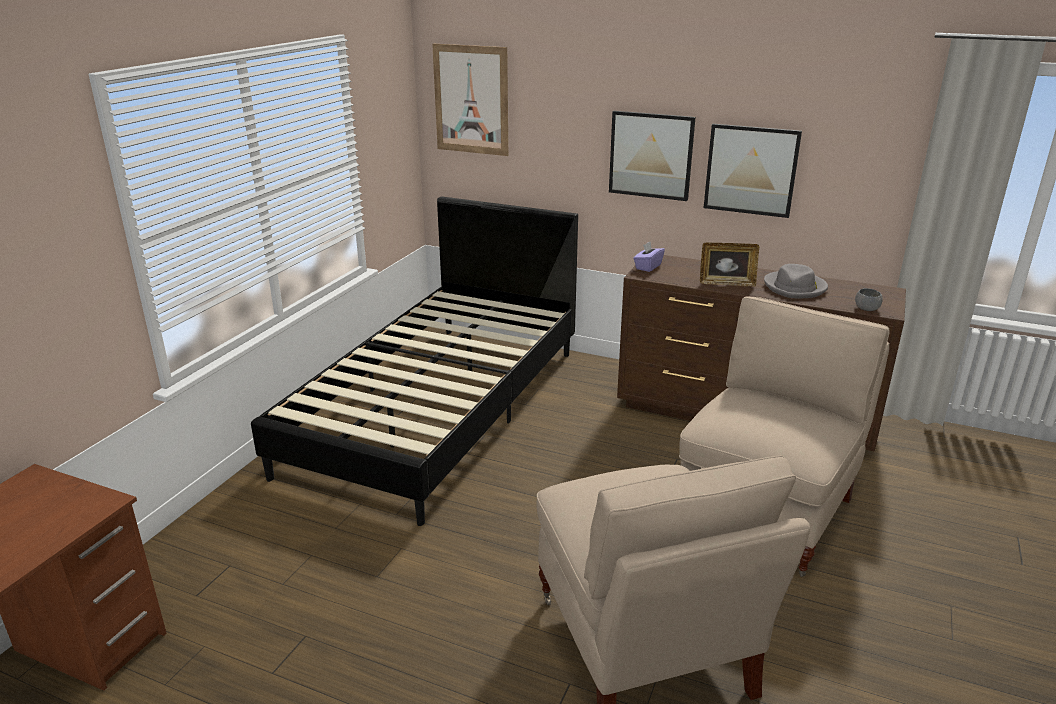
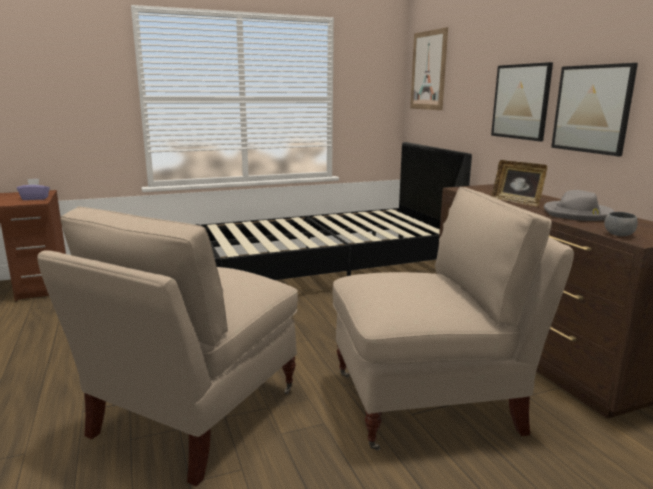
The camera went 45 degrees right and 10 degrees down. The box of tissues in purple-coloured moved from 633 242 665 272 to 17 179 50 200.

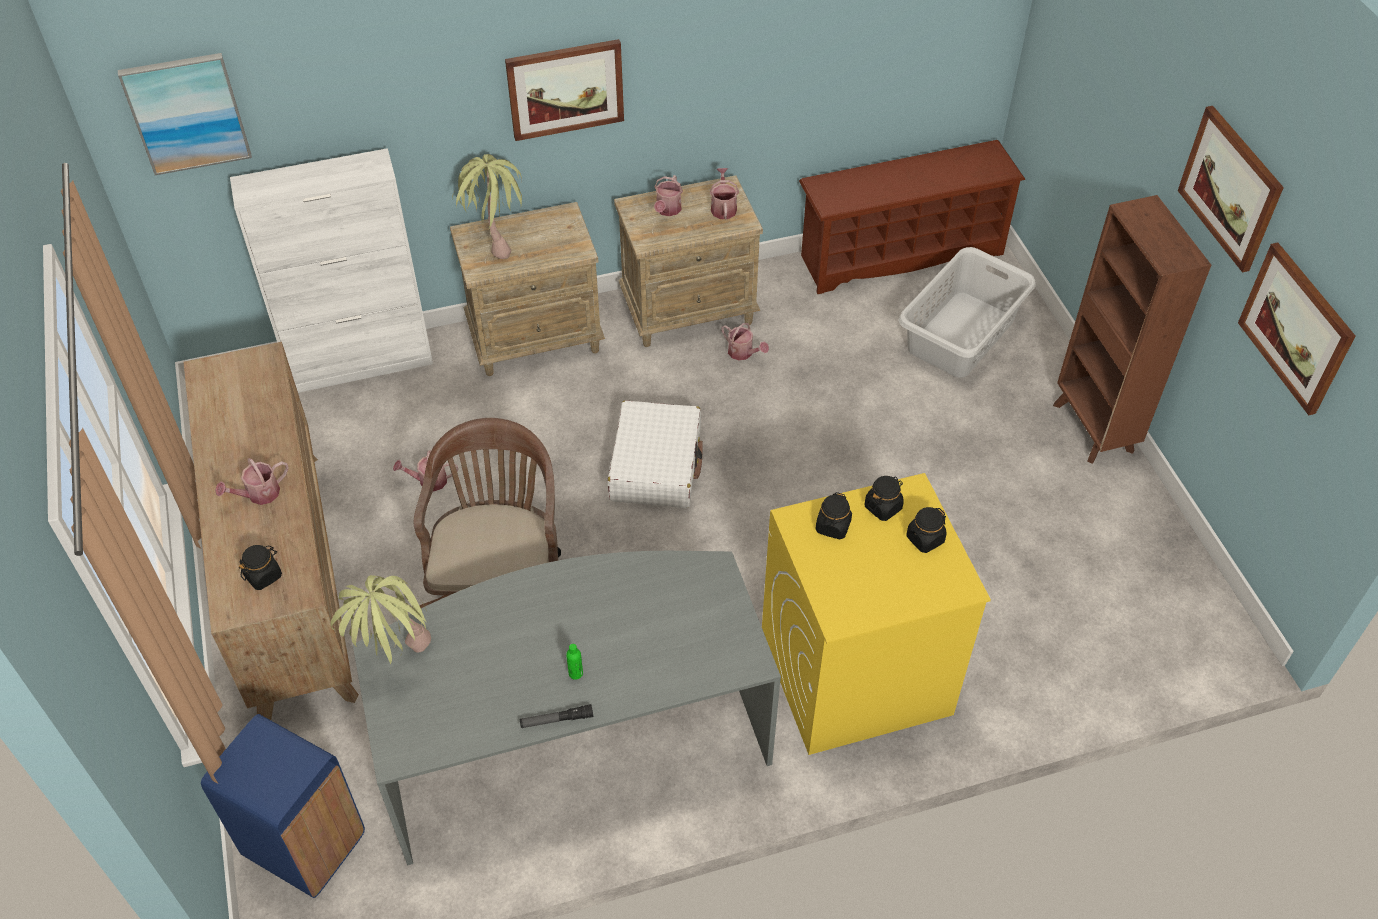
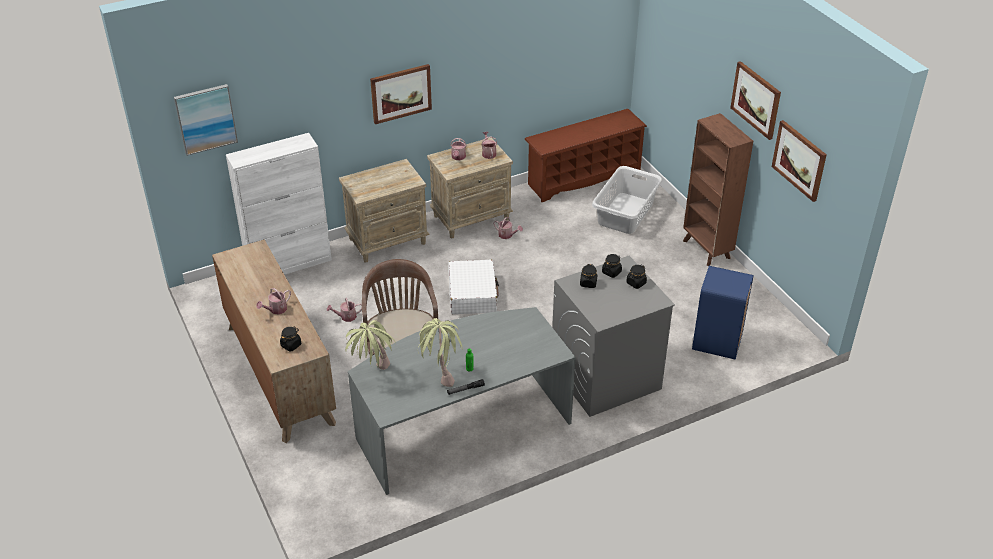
The camera went 10 degrees left and 10 degrees down. The plant in a pot moved from 453 154 522 259 to 418 318 462 387. The laundry appliance in yellowish at 762 473 991 755 became the laundry appliance in greyish at 552 256 675 417. The rubbish bin in blue-coloured moved from 201 714 365 898 to 692 266 754 360.

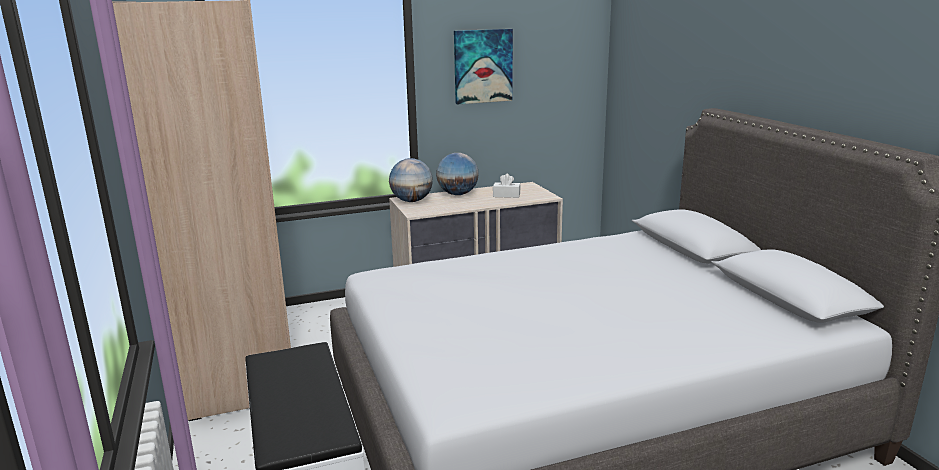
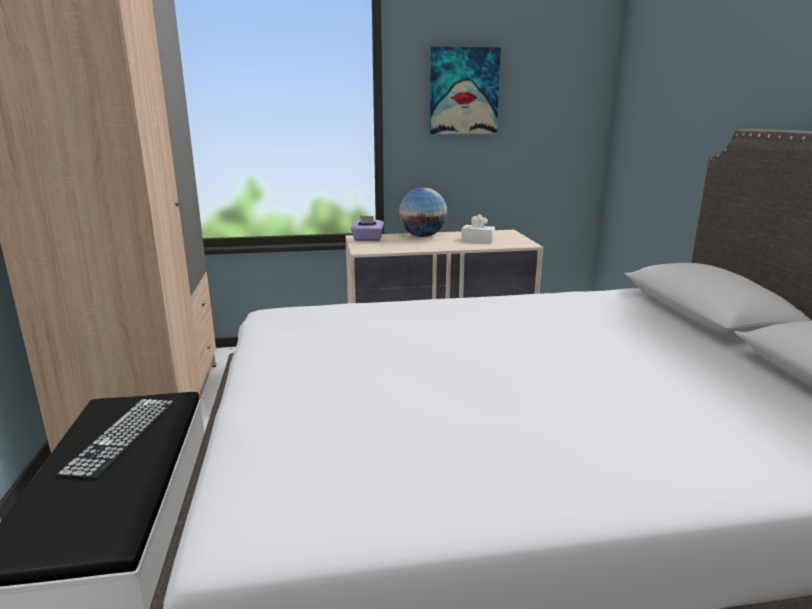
The camera went 10 degrees right and 0 degrees up. The desk globe at 389 158 433 202 was replaced by the box of tissues in purple-coloured at 351 216 384 241. The PC keyboard at 56 399 175 479 appeared.

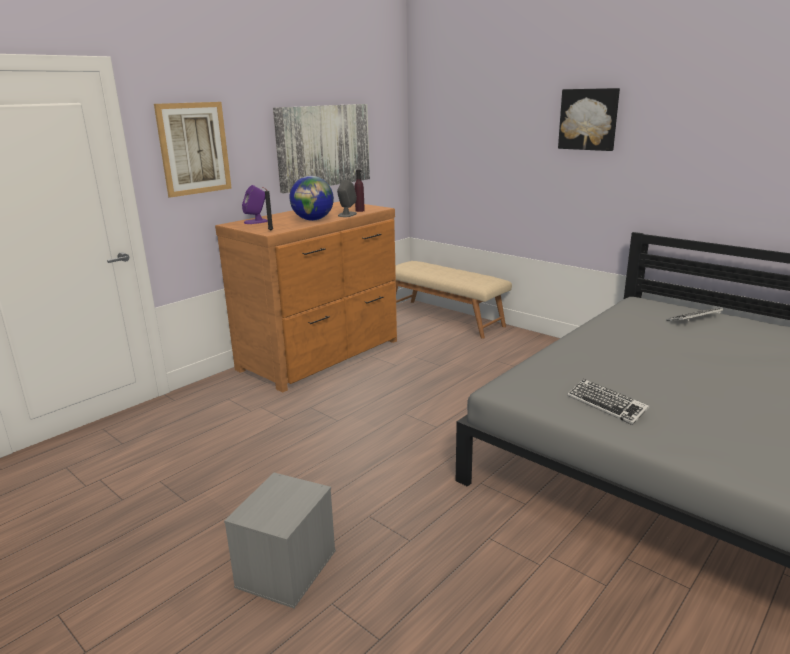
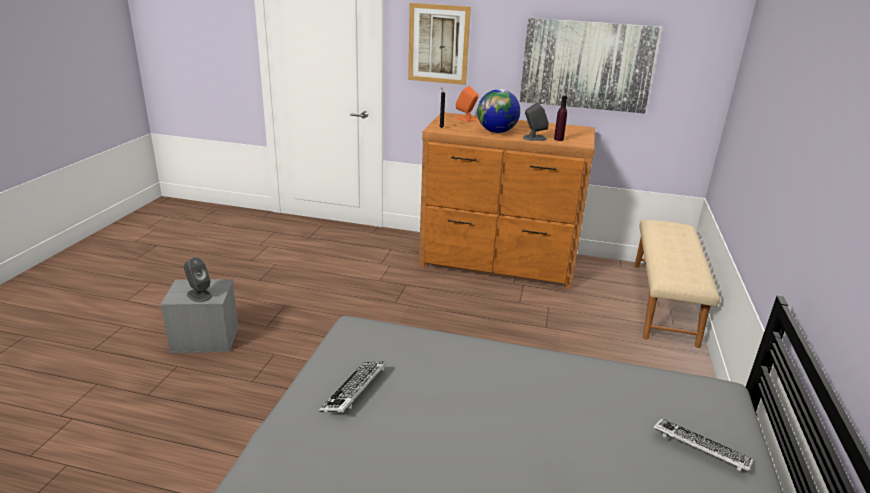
The camera went 60 degrees right and 5 degrees up. The wall picture at 558 88 620 151 disappeared. The speaker in purple-coloured at 242 185 268 224 became the speaker in orange at 455 86 479 122. The speaker in greyish at 184 257 212 302 appeared.

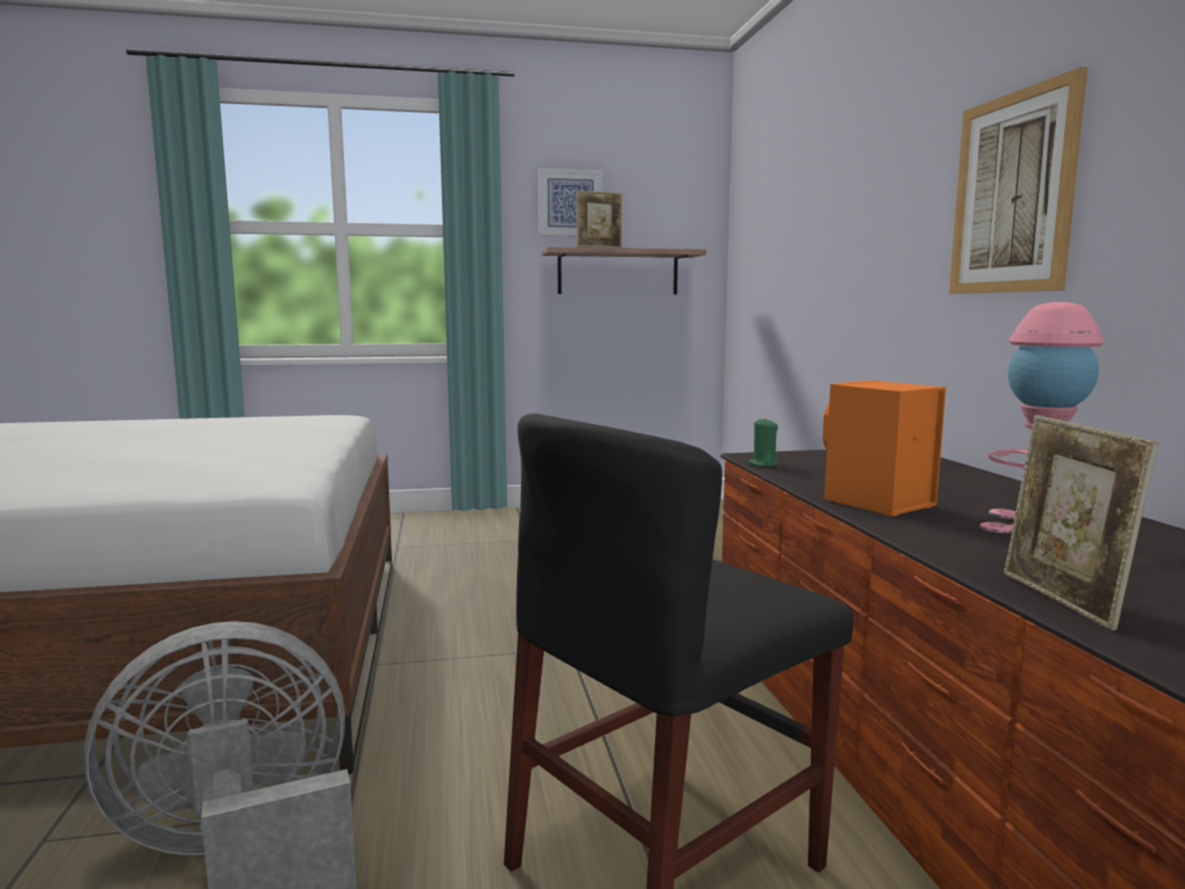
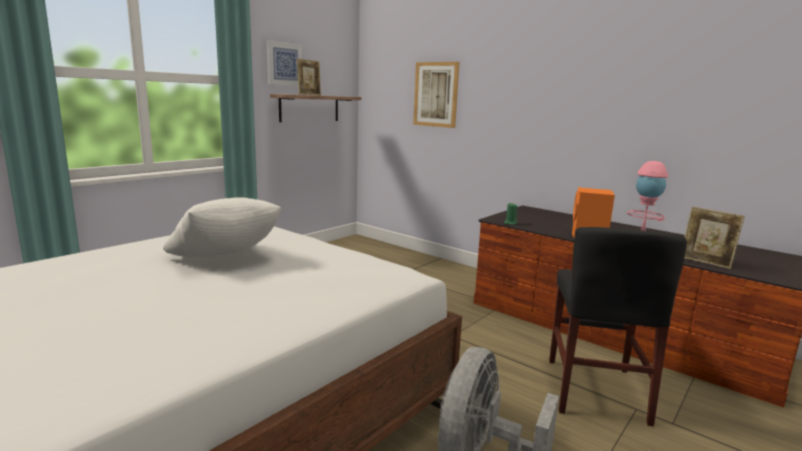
The camera went 40 degrees left and 5 degrees up. The wall picture moved from 949 67 1088 294 to 413 62 459 128. The throw pillow in white-coloured at 163 197 282 258 appeared.

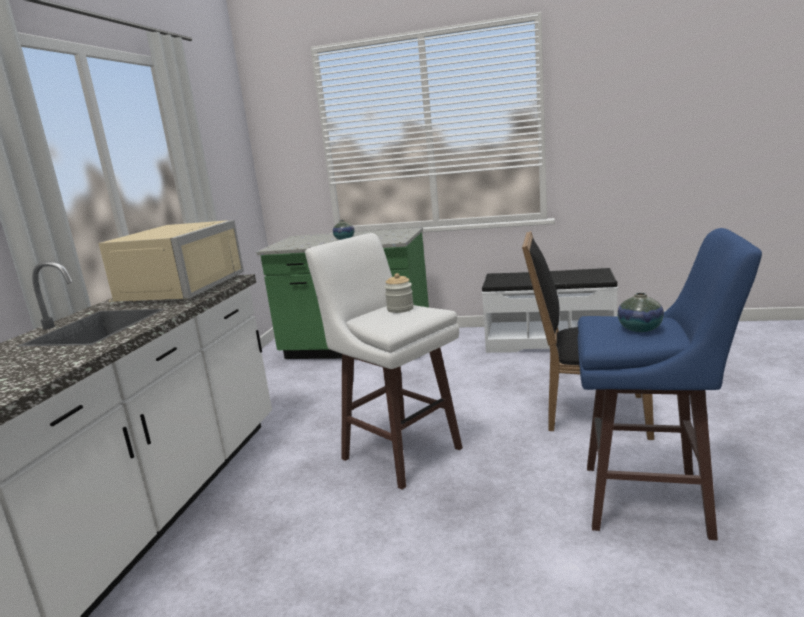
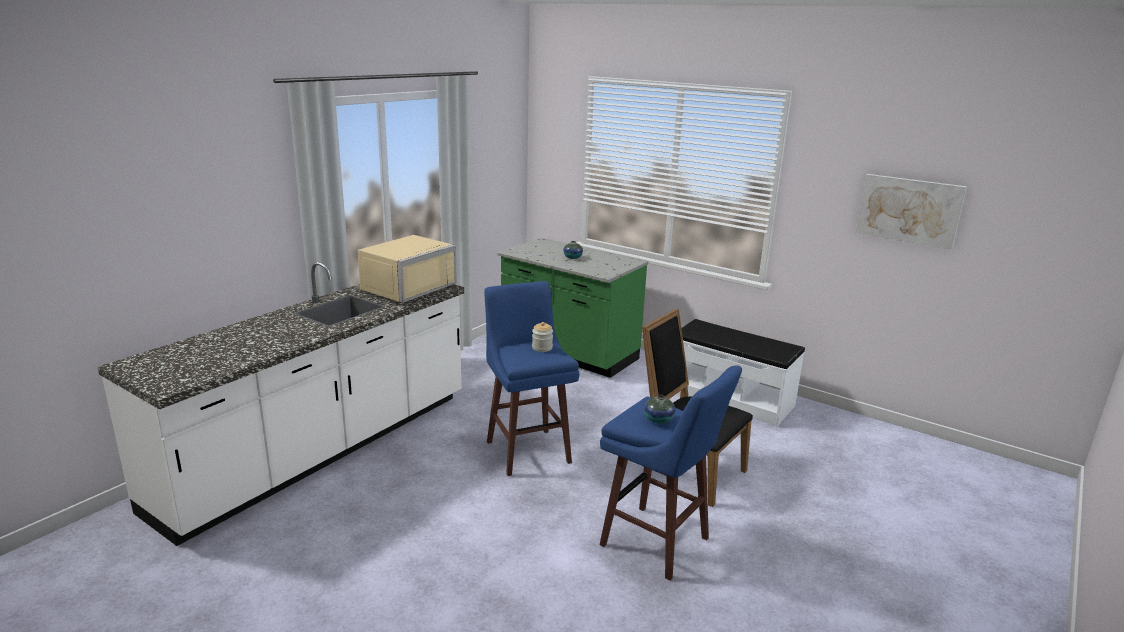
The camera went 20 degrees right and 5 degrees up. The stool in white-coloured at 305 233 463 490 became the stool in blue-coloured at 484 281 579 476. The wall picture at 856 174 967 249 appeared.

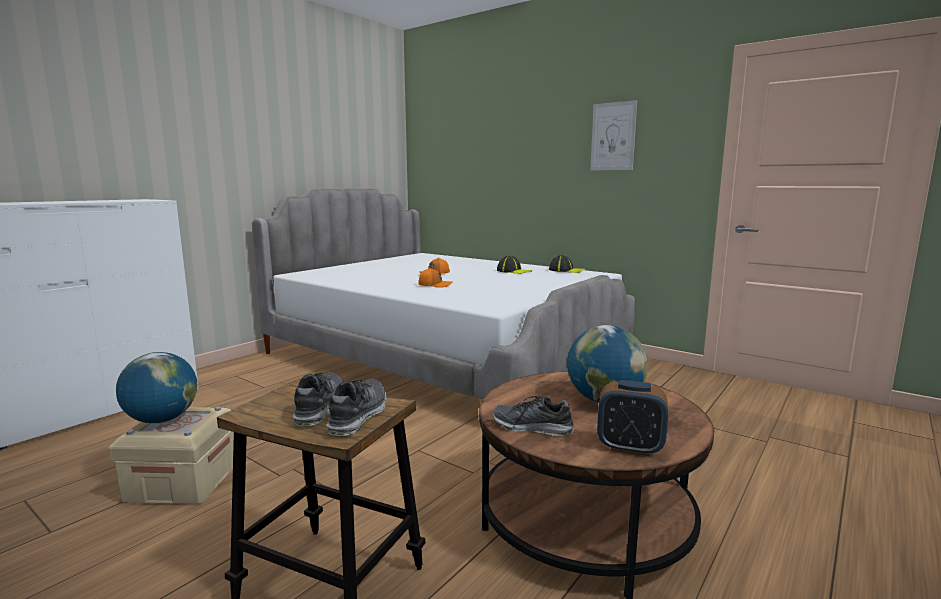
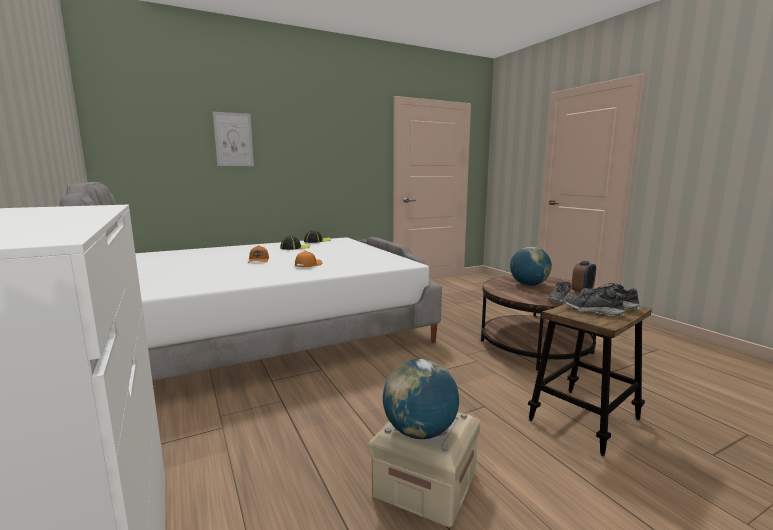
The camera went 65 degrees left and 0 degrees up. The wall picture moved from 590 100 637 171 to 213 112 254 166.

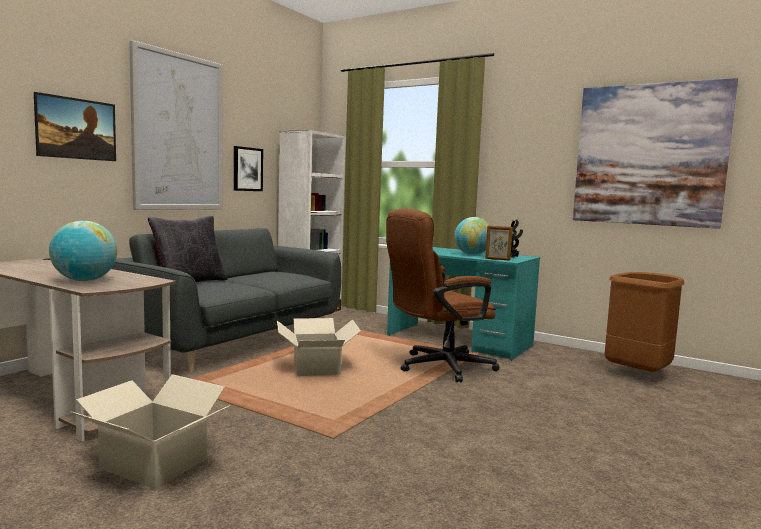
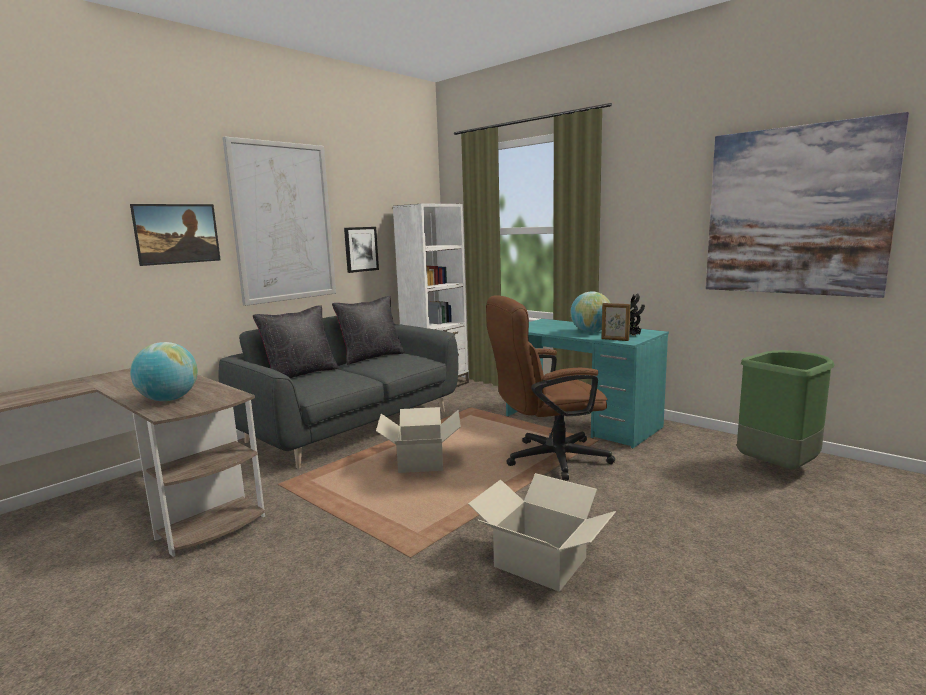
The camera went 10 degrees right and 5 degrees up. The rubbish bin in brown-coloured at 605 272 685 372 became the rubbish bin in greenish at 737 350 835 470. The cardboard box moved from 70 374 231 489 to 468 473 616 592. The throw pillow in black-coloured at 332 296 404 365 appeared.

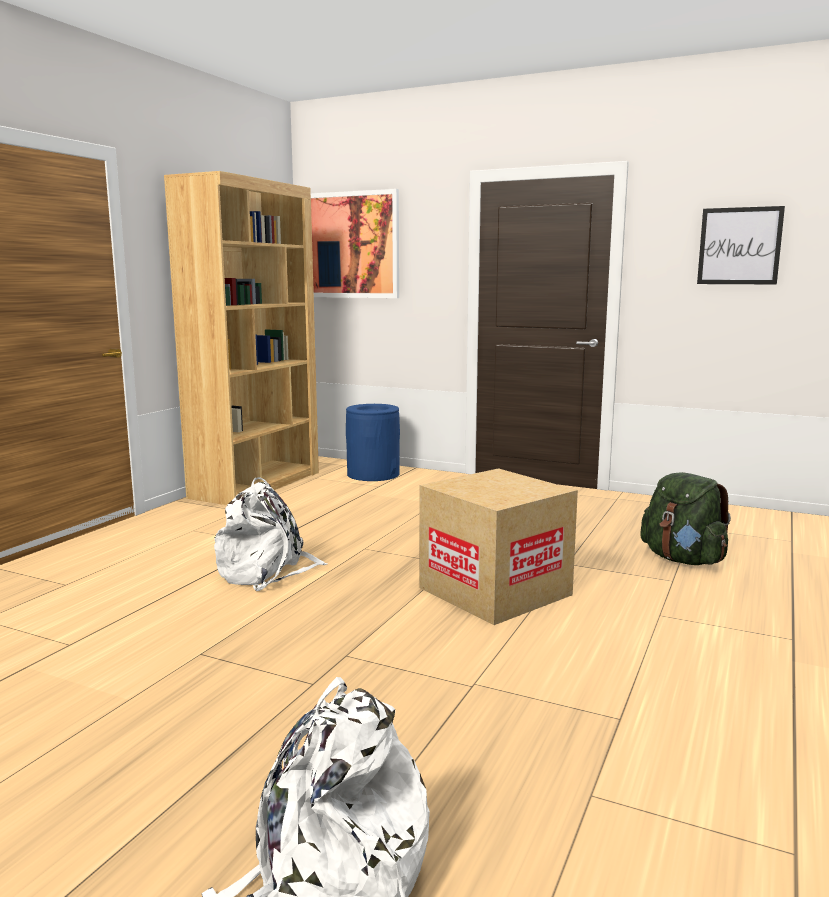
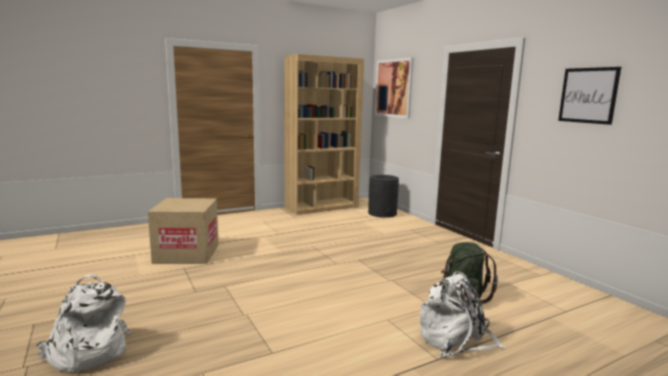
The camera went 35 degrees right and 0 degrees up. The rubbish bin in blue-coloured at 346 404 400 481 became the rubbish bin in black-coloured at 368 175 399 218. The cardboard box moved from 419 468 578 625 to 148 198 219 264. The knapsack in white-coloured moved from 214 477 327 591 to 420 272 505 357.

